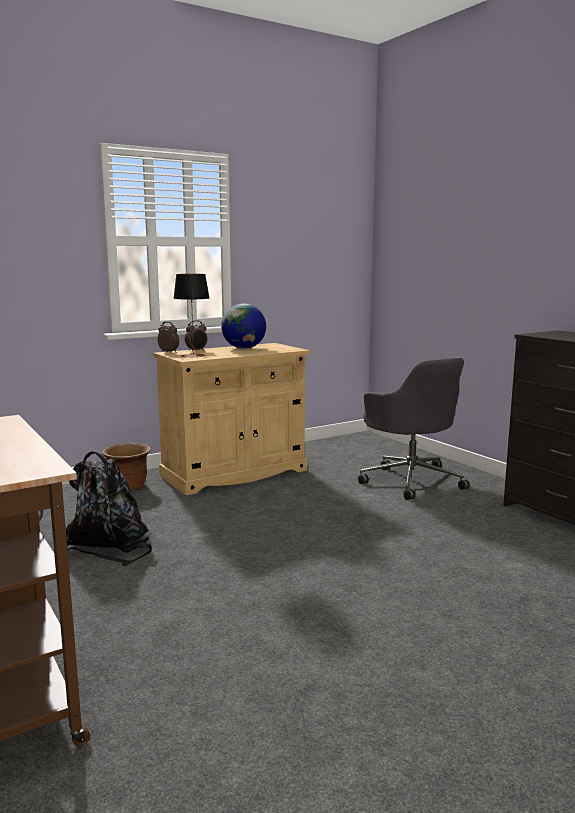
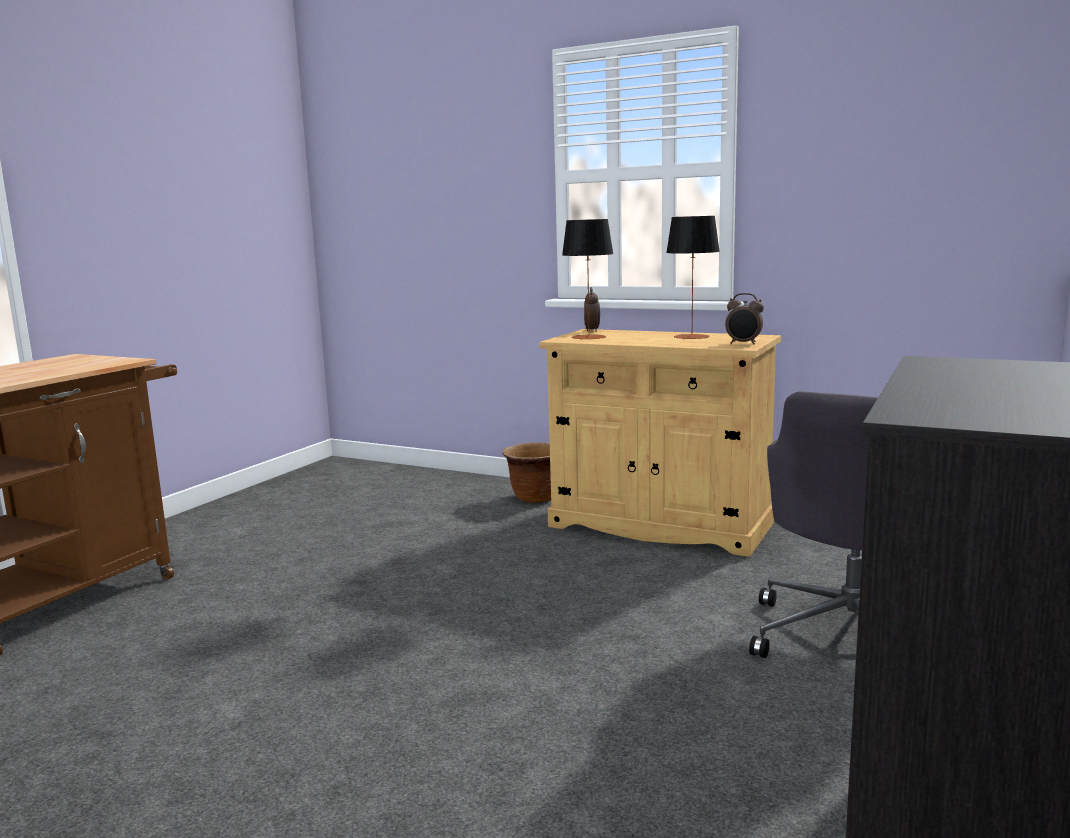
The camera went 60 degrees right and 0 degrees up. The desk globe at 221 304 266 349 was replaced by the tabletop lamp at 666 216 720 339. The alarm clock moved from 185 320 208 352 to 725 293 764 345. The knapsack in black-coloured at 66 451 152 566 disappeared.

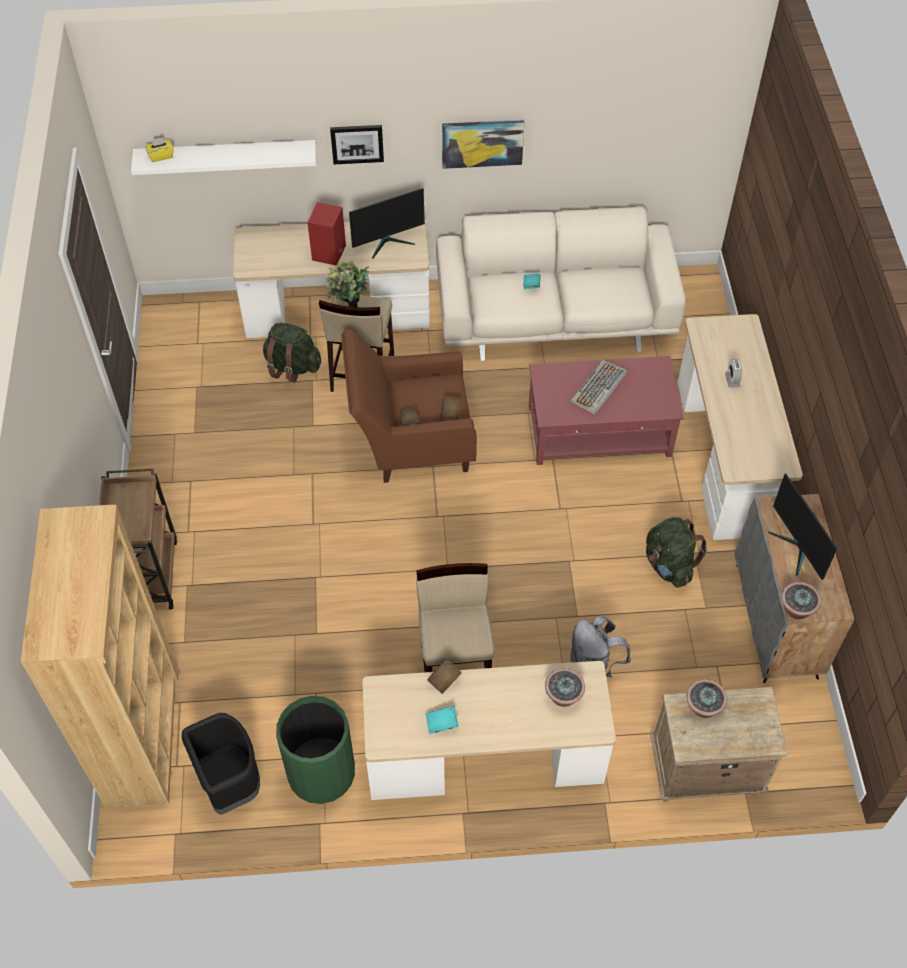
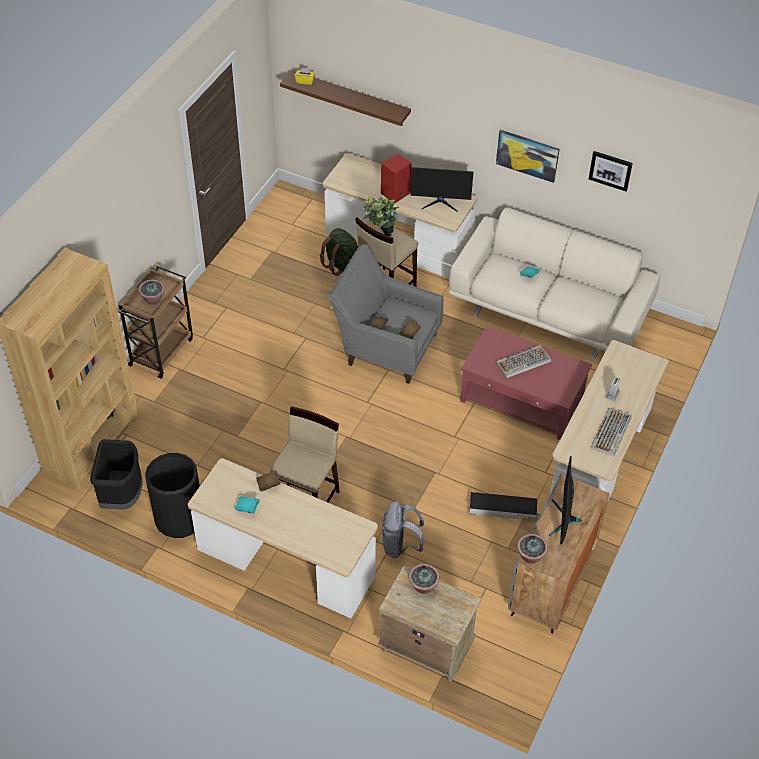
The camera went 30 degrees right and 5 degrees down. The wall picture moved from 330 125 384 164 to 589 151 633 191. The wall shelf in white-coloured at 131 140 316 175 became the wall shelf in brown-coloured at 280 70 411 126. The easy chair in brown-coloured at 341 329 477 483 became the easy chair in greyish at 327 244 443 384. The knapsack in greenish at 646 517 707 588 was replaced by the storage box in black-coloured at 469 492 537 519. The plant in a pot moved from 545 668 585 707 to 138 280 165 305. The rubbish bin in greenish at 276 696 355 804 became the rubbish bin in black-coloured at 145 453 200 538. The PC keyboard at 591 408 632 456 appeared.

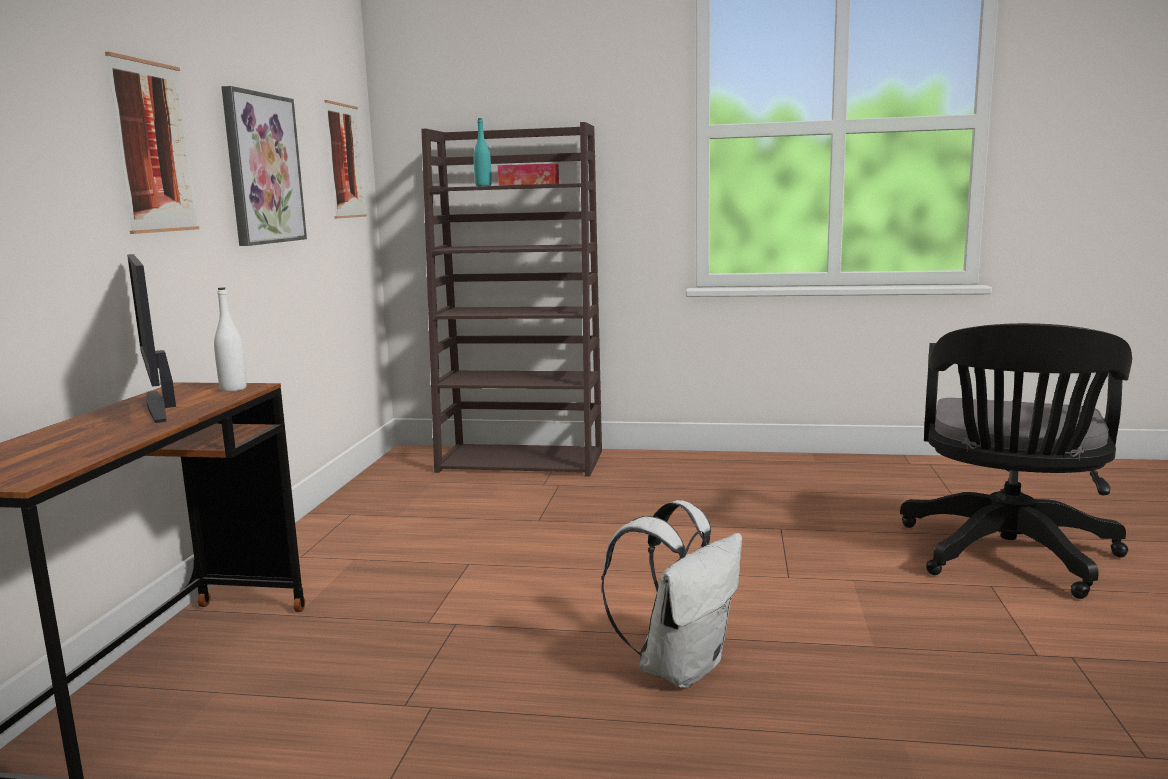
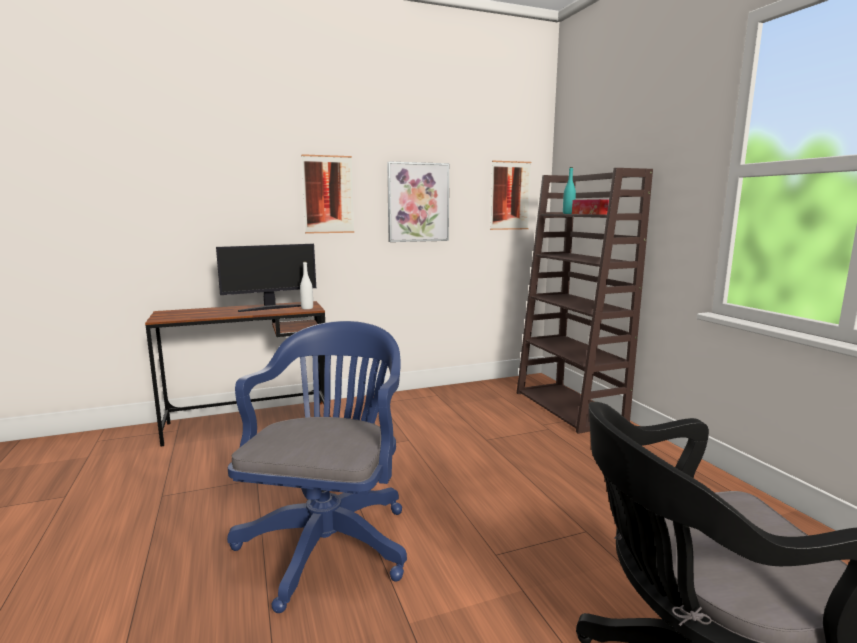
The camera went 60 degrees right and 0 degrees up. The monitor at 127 254 176 423 turned 150 degrees counterclockwise. The knapsack in white-coloured at 601 500 742 688 was replaced by the computer chair in blue-coloured at 227 321 407 613.

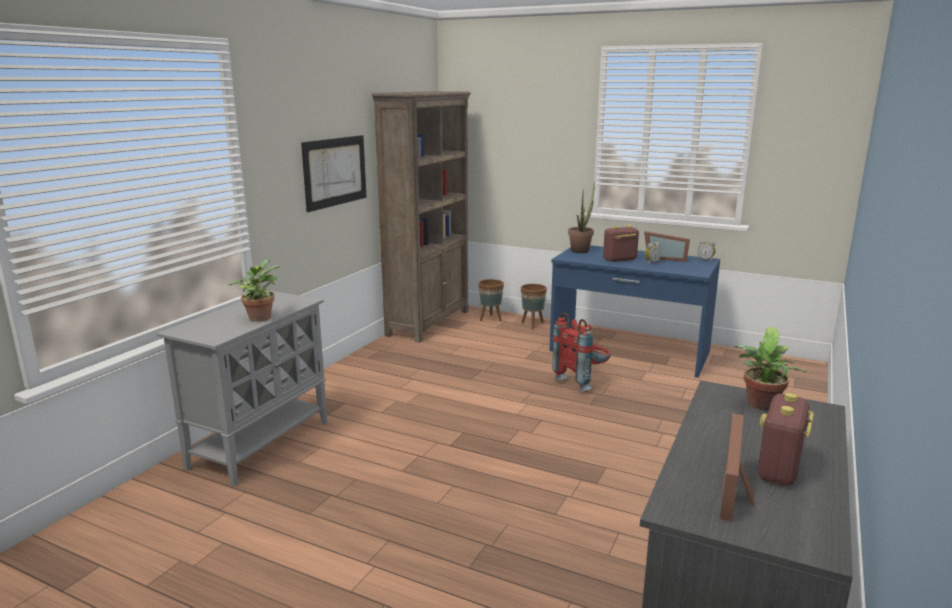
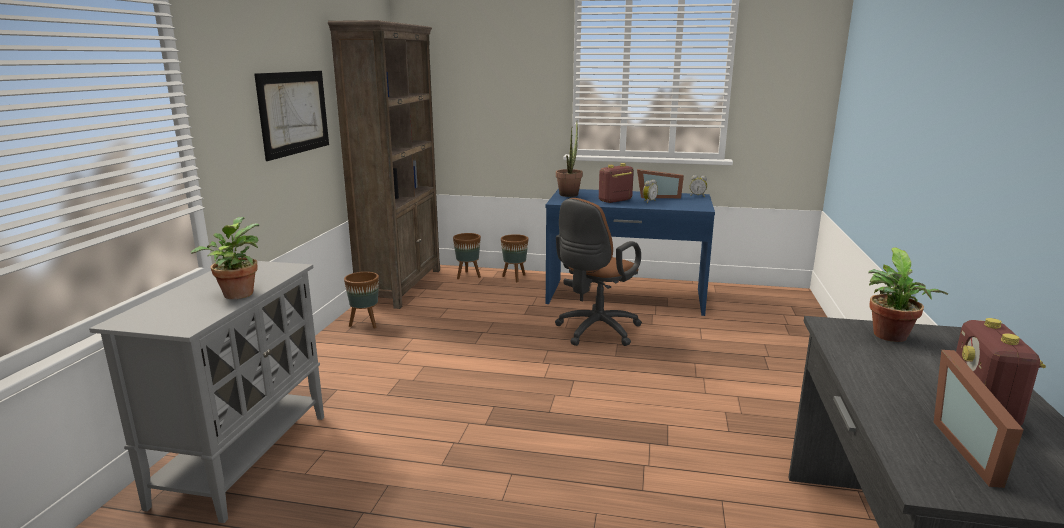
The camera went 15 degrees left and 0 degrees up. The knapsack in reddish at 552 313 611 392 was replaced by the computer chair in brown-coloured at 555 198 642 346. The planter in brown-coloured at 344 272 379 329 appeared.

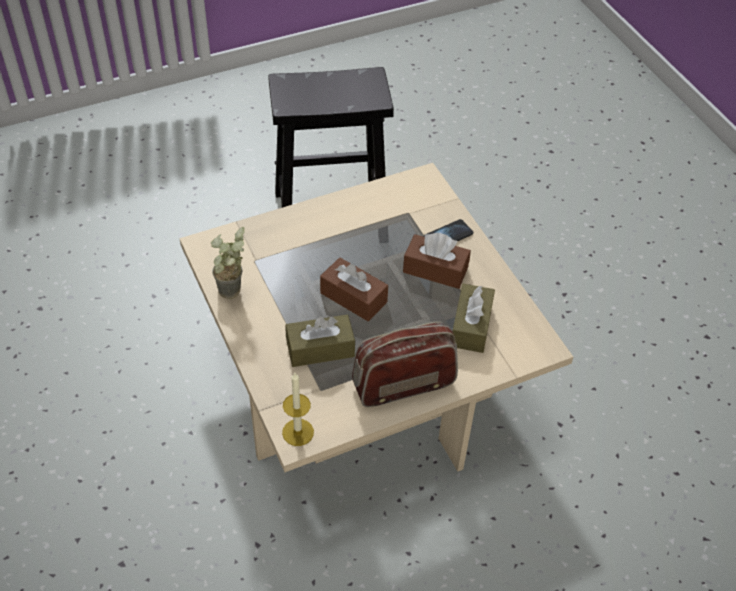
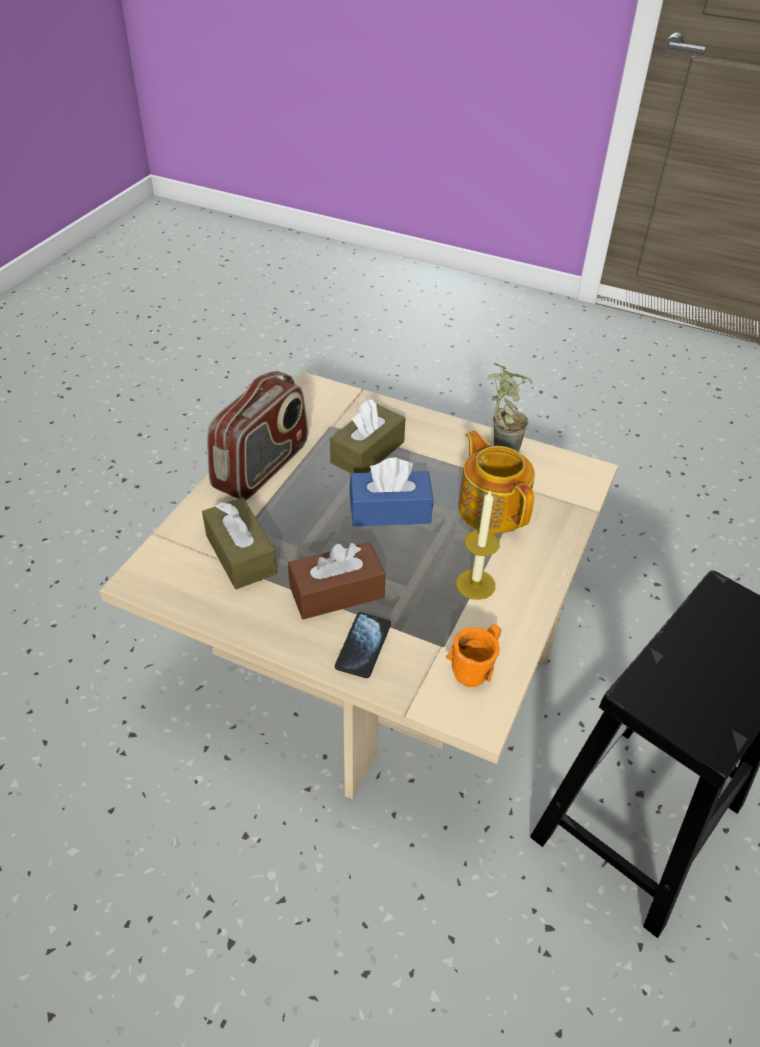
The camera went 140 degrees right and 5 degrees down. The box of tissues in brown-coloured at 320 257 388 321 became the box of tissues in blue-coloured at 349 457 433 526. The wax light moved from 282 373 314 446 to 456 491 500 600. The pot for tea at 458 430 535 533 appeared. The tea mug in orange at 446 624 501 687 appeared.

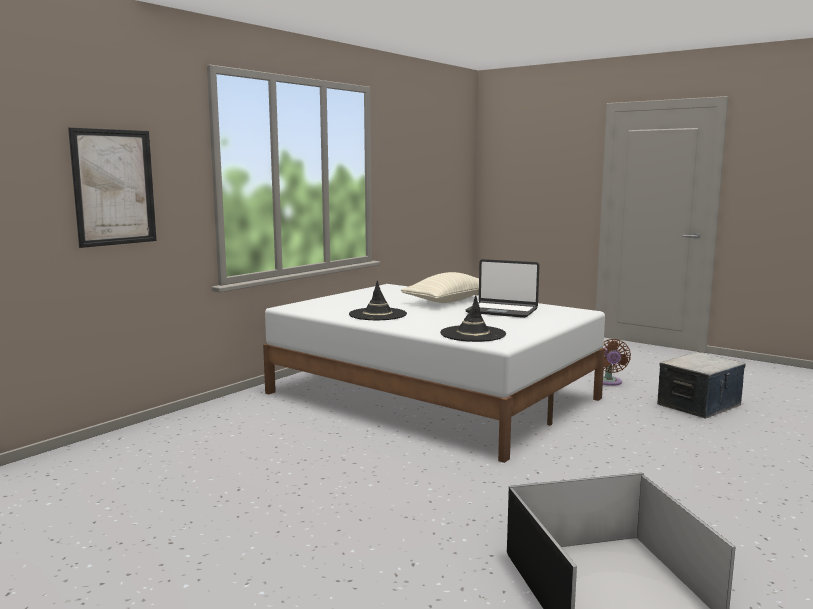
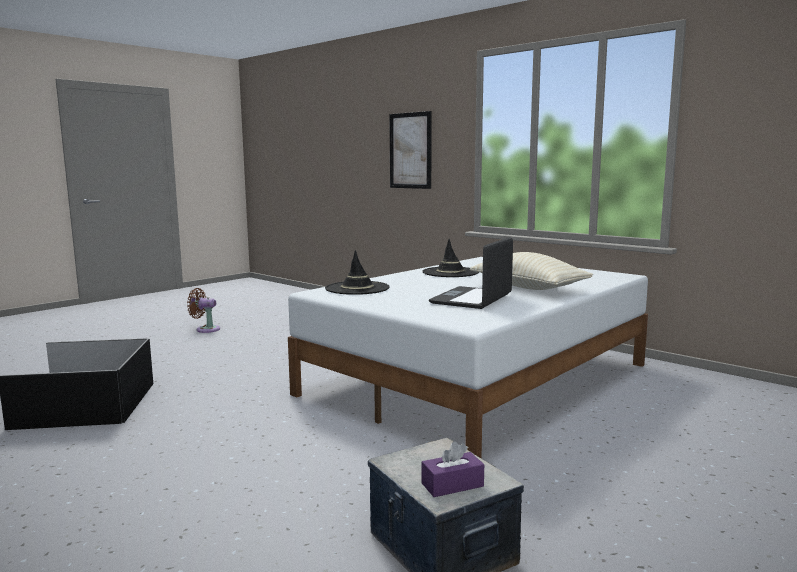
The camera went 95 degrees right and 0 degrees up. The fan in brown-coloured moved from 603 339 631 386 to 187 288 220 333. The box of tissues in purple-coloured at 422 441 484 497 appeared.

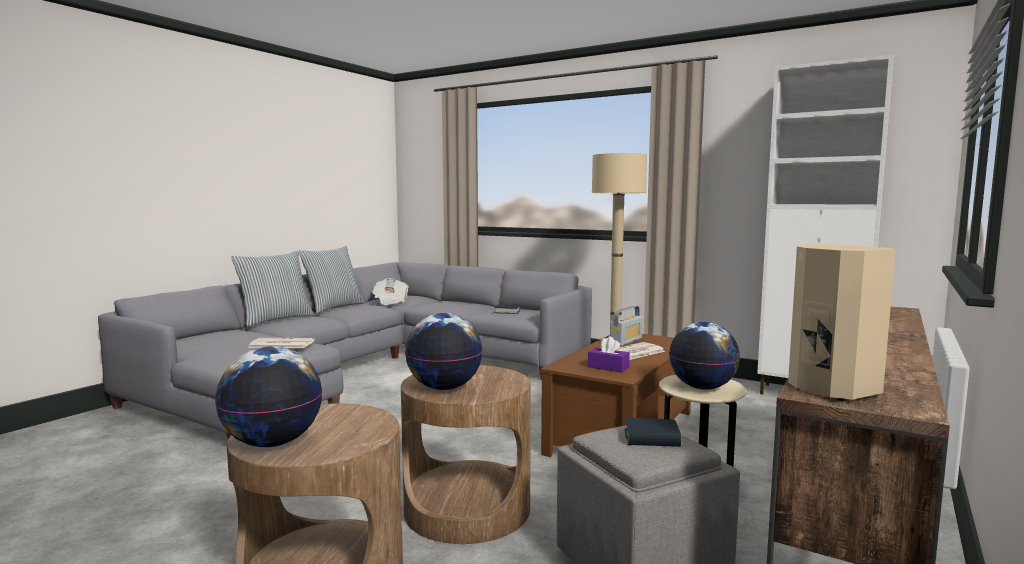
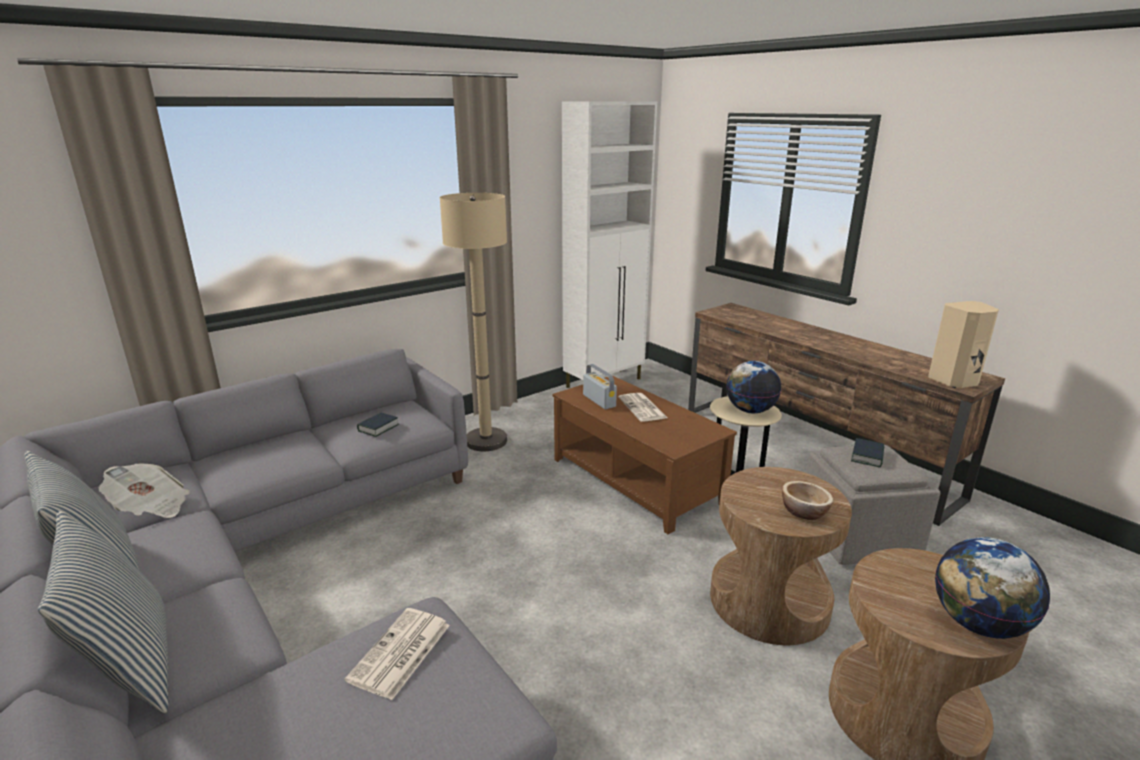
The camera went 70 degrees left and 15 degrees up. The desk globe at 405 313 483 390 was replaced by the bowl at 782 481 833 520. The box of tissues in purple-coloured at 588 336 630 373 disappeared.

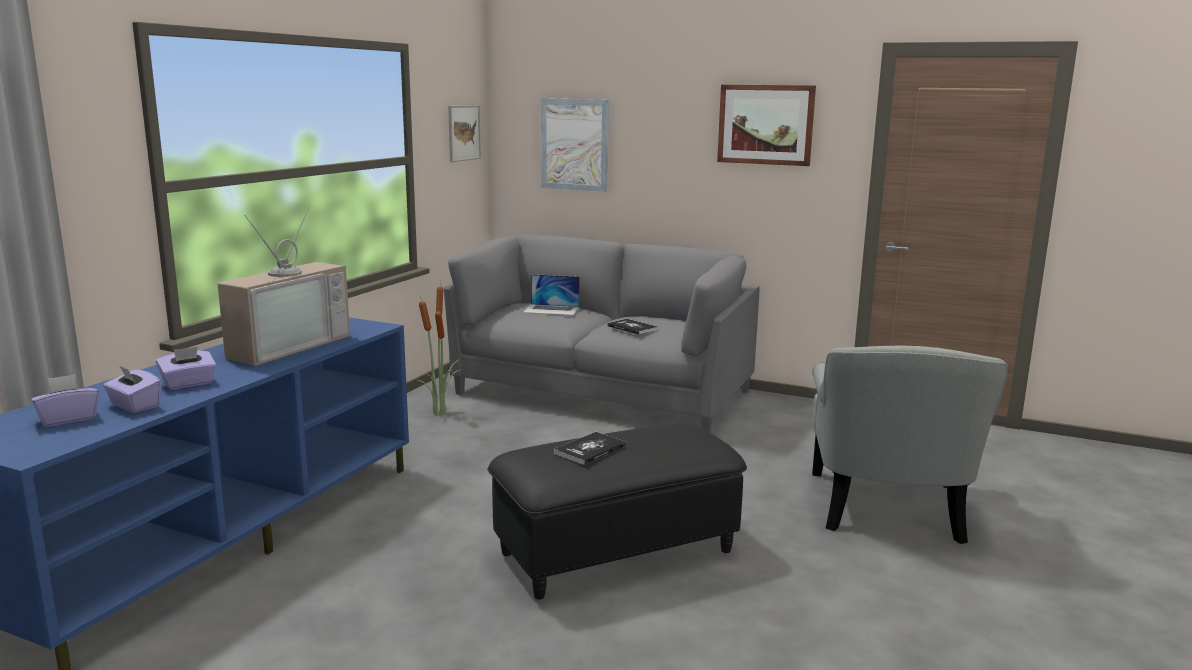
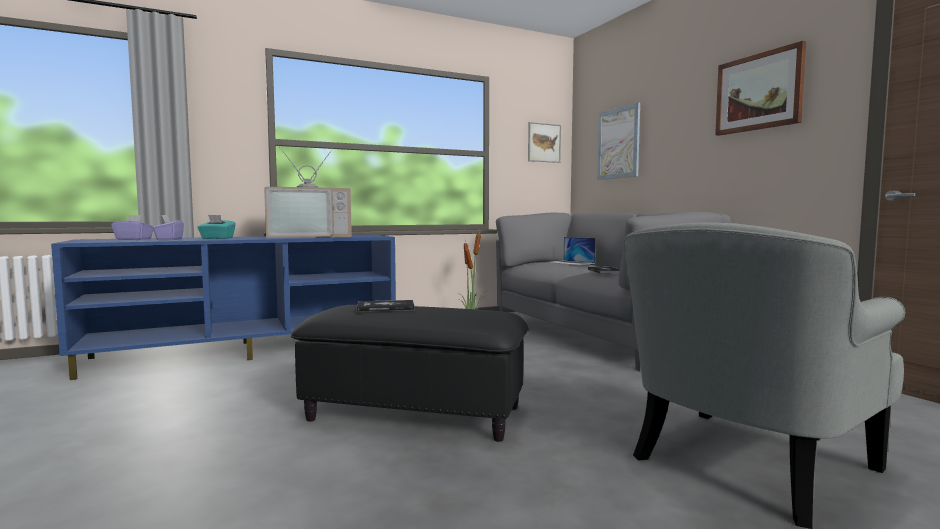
The camera went 40 degrees right and 10 degrees down. The box of tissues in purple-coloured at 156 347 216 390 became the box of tissues in turquoise at 197 215 236 239.

